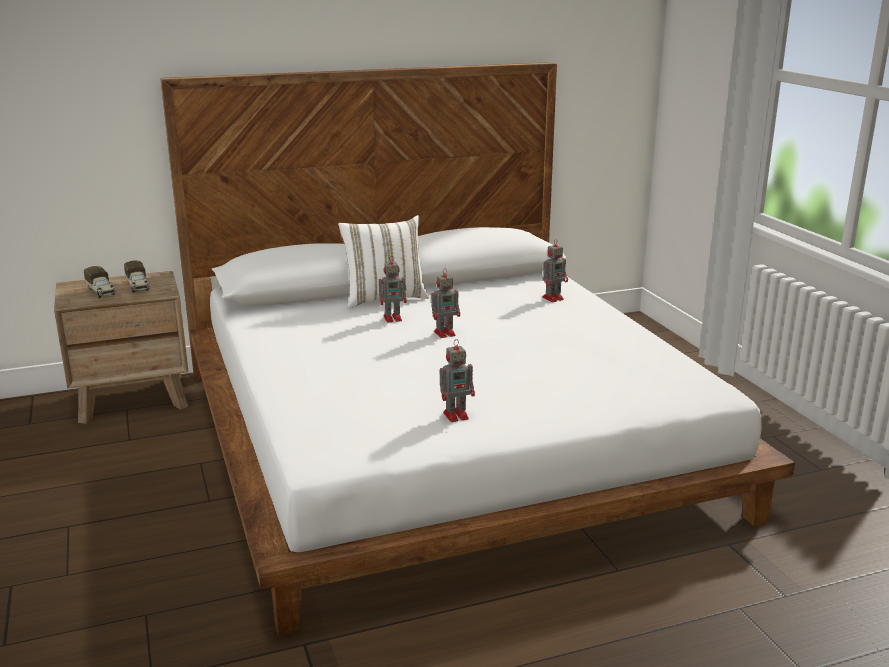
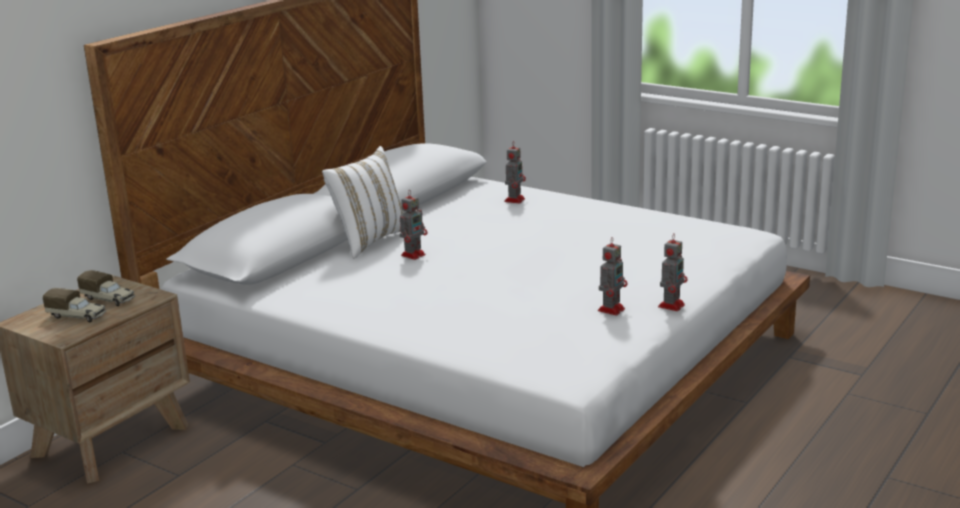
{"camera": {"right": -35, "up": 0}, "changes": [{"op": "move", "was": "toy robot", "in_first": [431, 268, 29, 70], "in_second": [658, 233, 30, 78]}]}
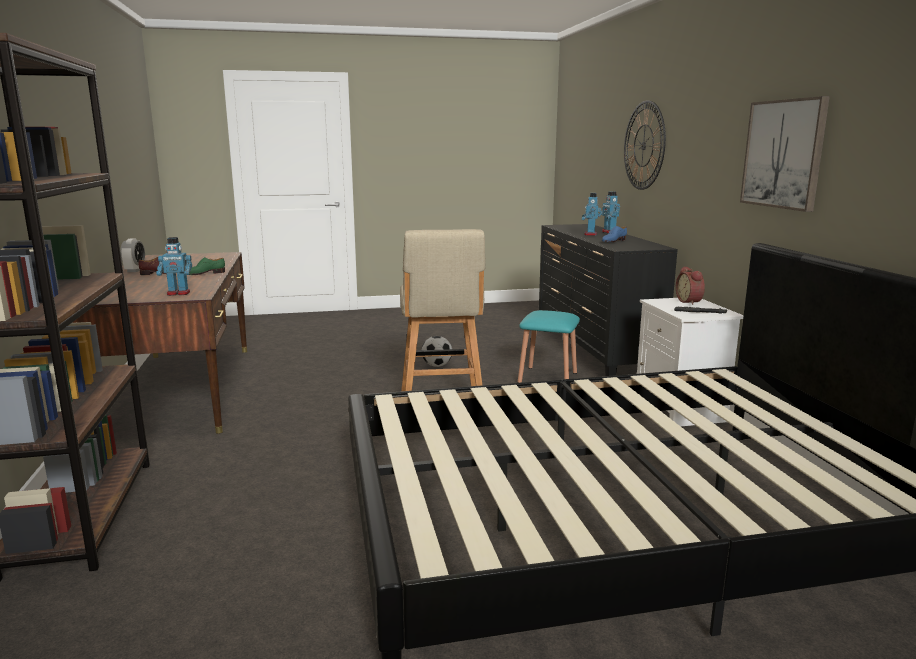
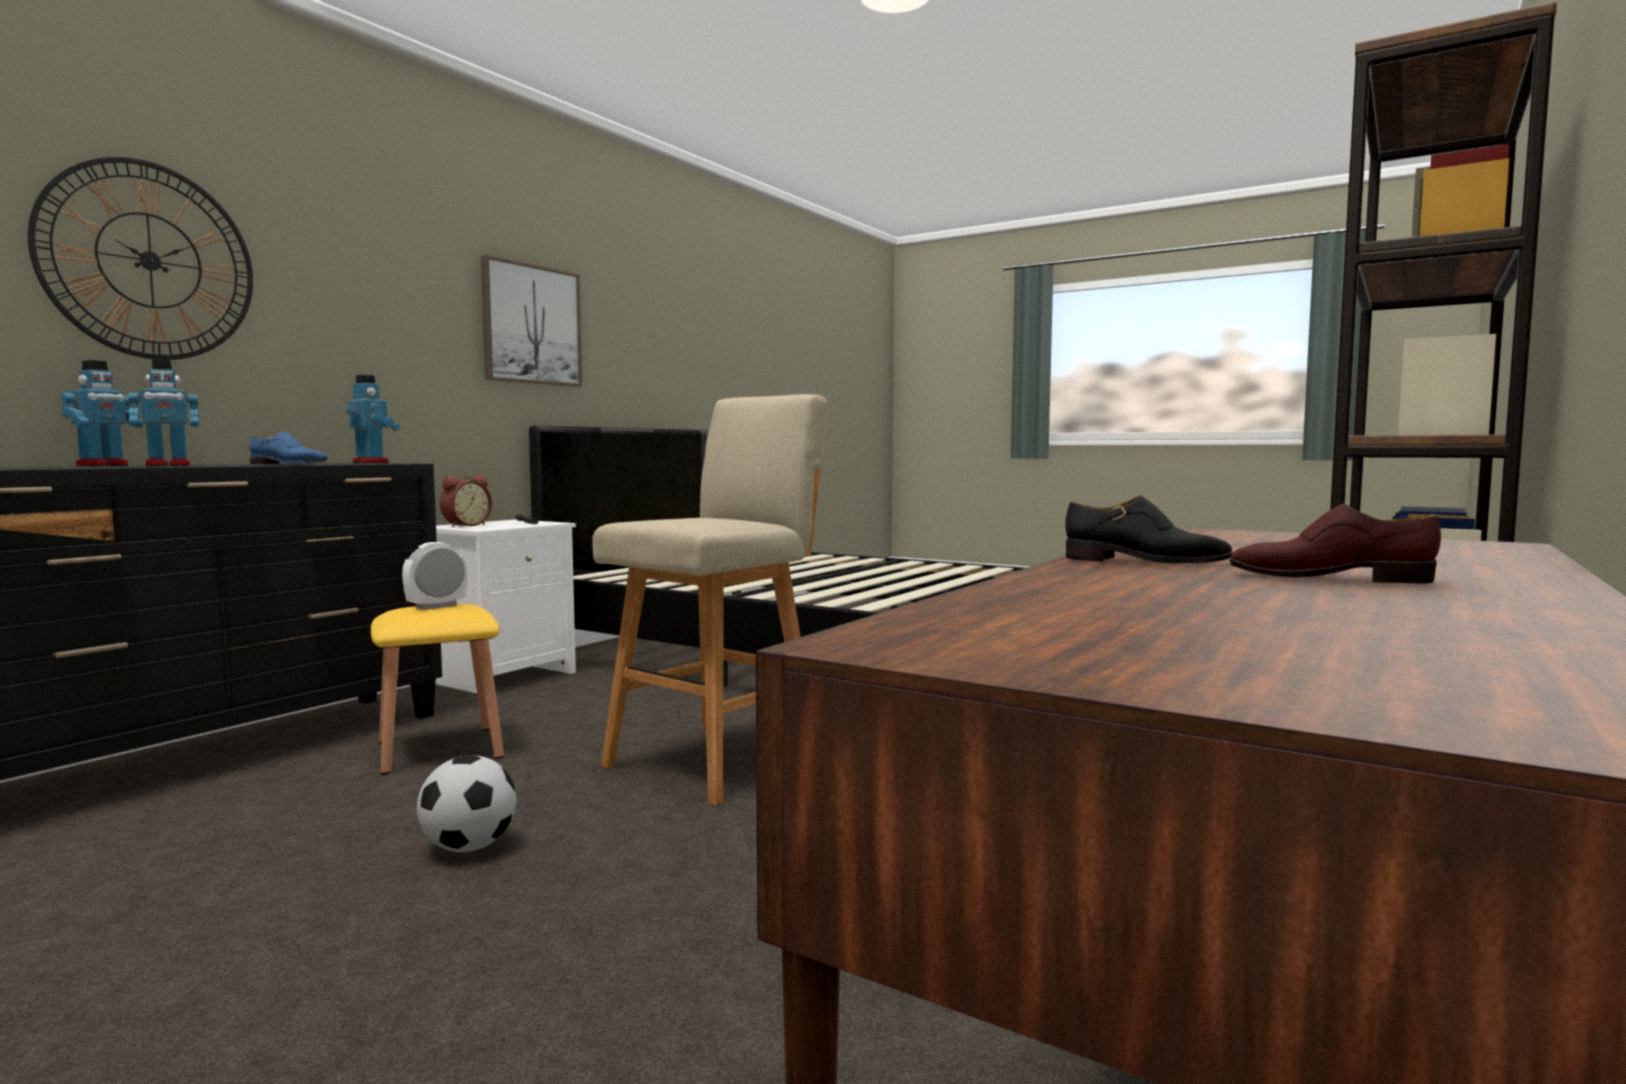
{"camera": {"right": -135, "up": -10}, "changes": [{"op": "move", "was": "alarm clock", "in_first": [120, 238, 25, 34], "in_second": [402, 542, 65, 68]}, {"op": "move", "was": "toy robot", "in_first": [156, 237, 36, 59], "in_second": [346, 375, 54, 88]}, {"op": "recolor", "was": "greenish item of footwear", "now": "black item of footwear", "in_first": [189, 257, 36, 18], "in_second": [1065, 496, 168, 67]}, {"op": "recolor", "was": "blue-green stool seat", "now": "yellowish stool seat", "in_first": [518, 310, 62, 73], "in_second": [371, 604, 133, 171]}]}
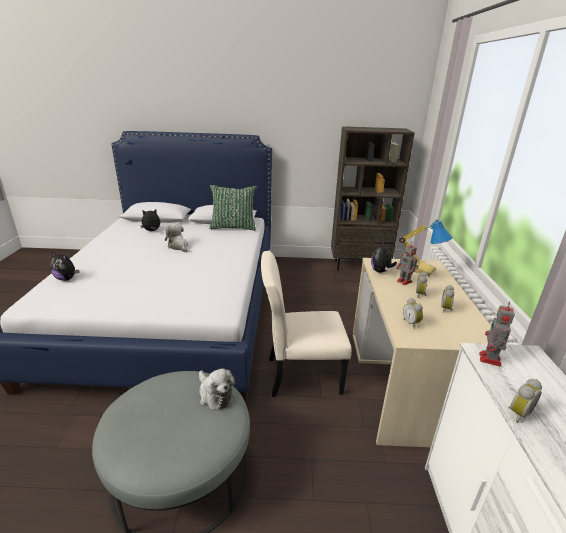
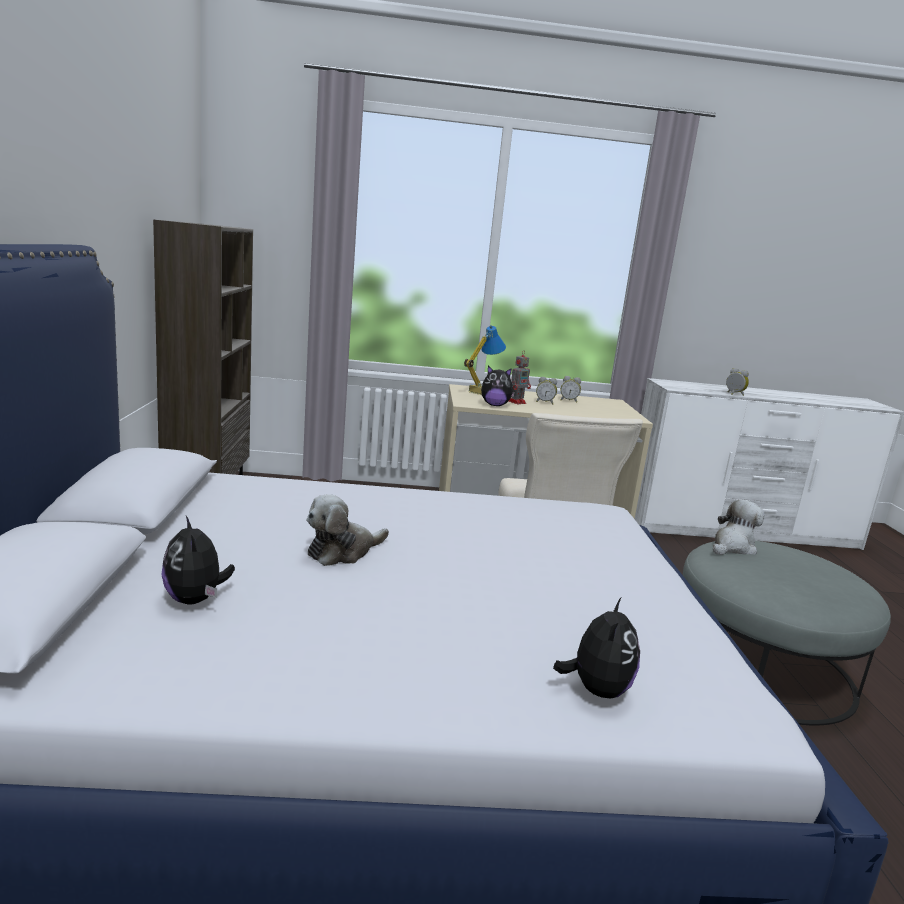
{"camera": {"right": -95, "up": -10}, "changes": [{"op": "delete", "was": "greenish pillow", "in_first": [209, 185, 48, 46]}, {"op": "delete", "was": "alarm clock", "in_first": [403, 298, 20, 31]}, {"op": "delete", "was": "toy robot", "in_first": [479, 302, 36, 65]}]}
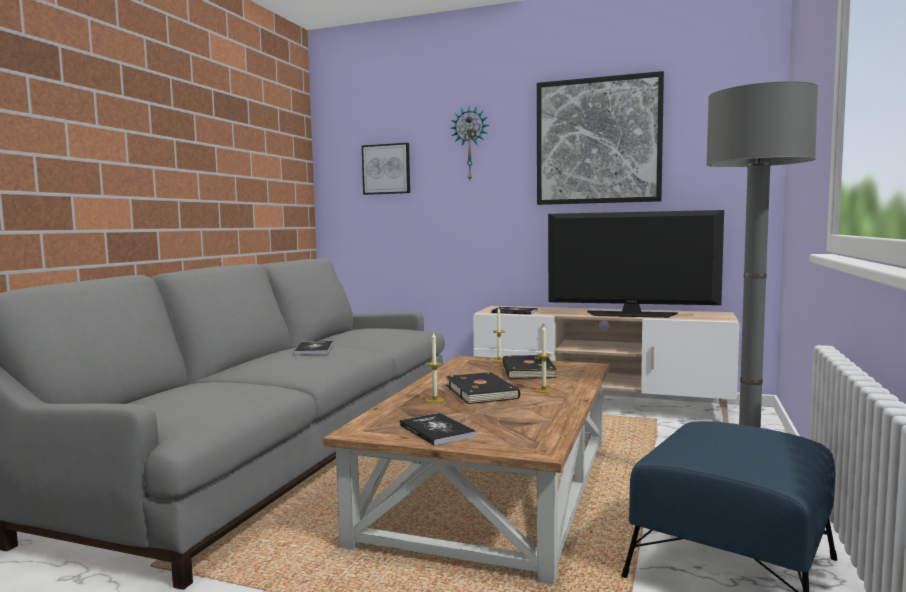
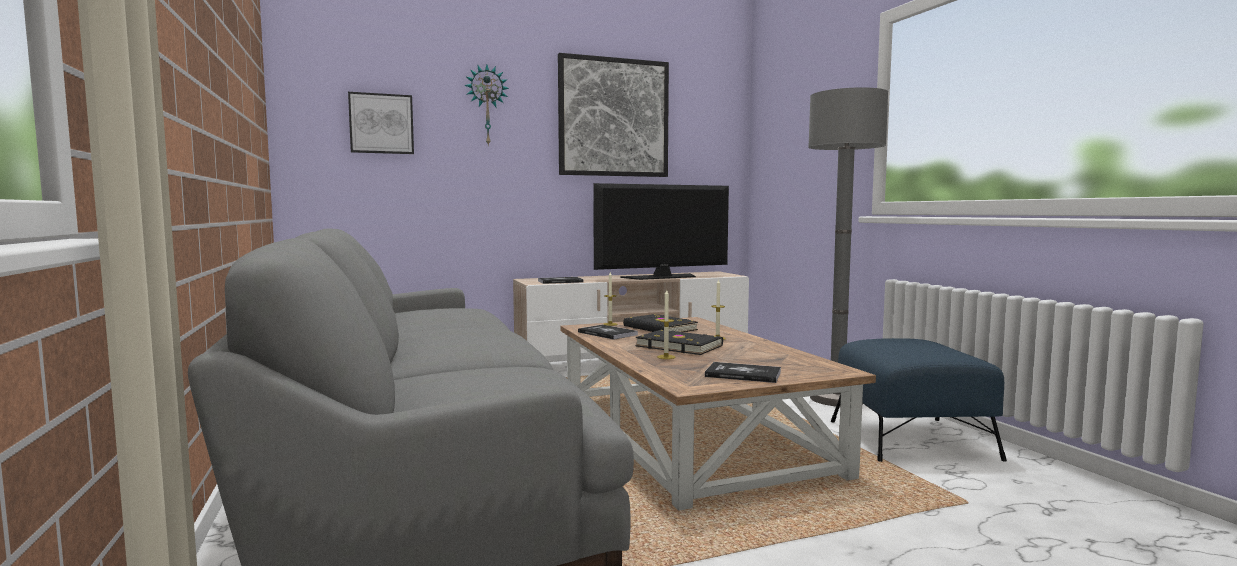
{"camera": {"right": -40, "up": 0}, "changes": [{"op": "move", "was": "book", "in_first": [294, 341, 39, 14], "in_second": [578, 325, 60, 15]}]}
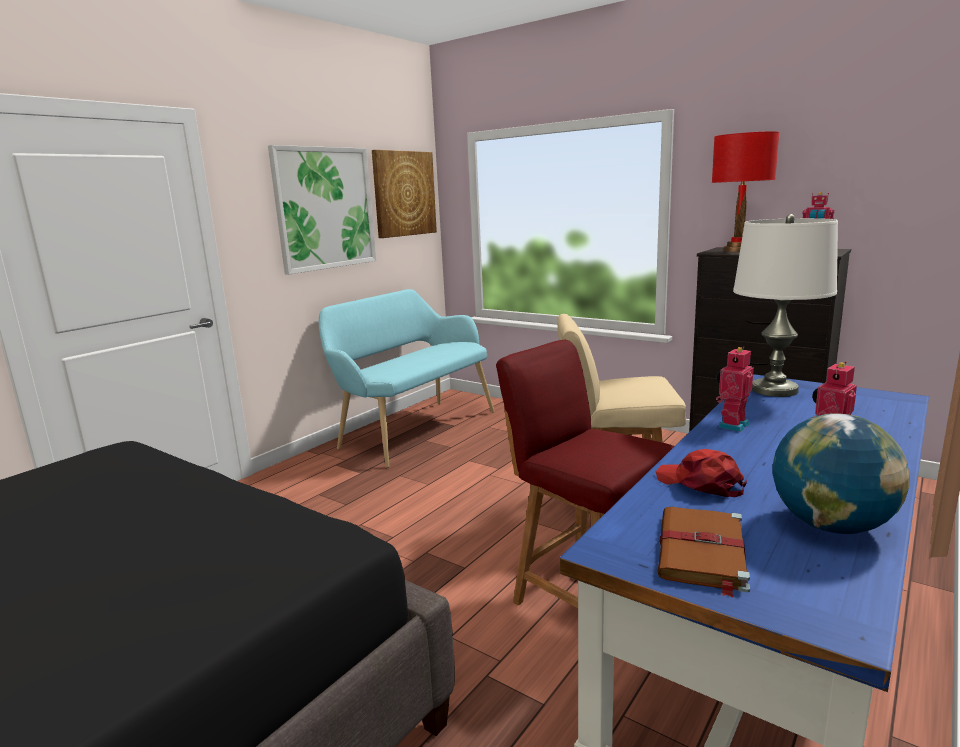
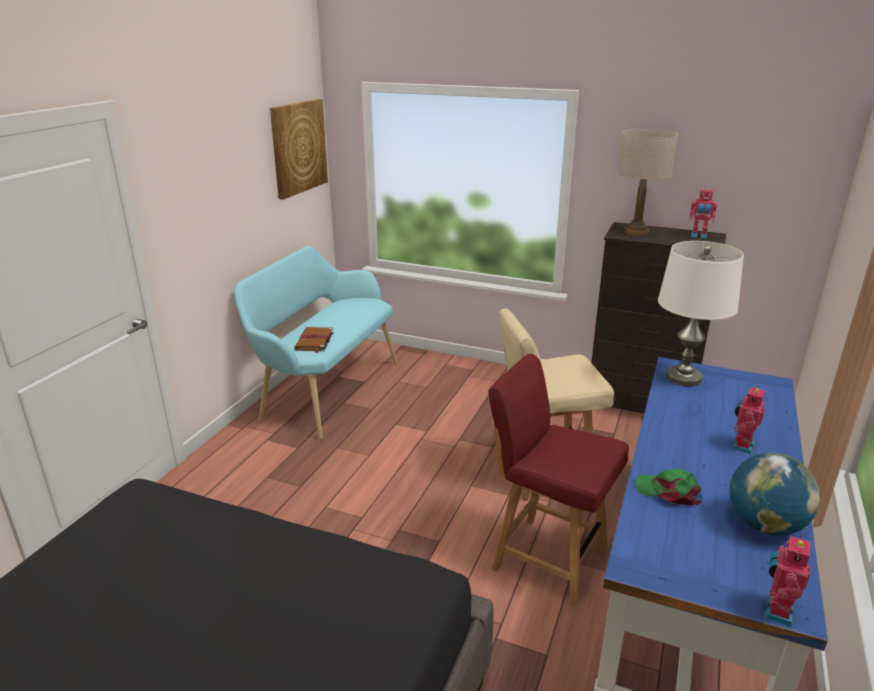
{"camera": {"right": -15, "up": 10}, "changes": [{"op": "delete", "was": "wall art", "in_first": [268, 145, 108, 130]}, {"op": "recolor", "was": "reddish peaked cap", "now": "greenish peaked cap", "in_first": [656, 449, 91, 48], "in_second": [635, 468, 67, 37]}, {"op": "move", "was": "brownish book", "in_first": [657, 507, 93, 91], "in_second": [294, 327, 40, 26]}, {"op": "recolor", "was": "reddish tabletop lamp", "now": "beige-coloured tabletop lamp", "in_first": [712, 131, 67, 121], "in_second": [618, 129, 60, 107]}, {"op": "move", "was": "toy robot", "in_first": [716, 346, 38, 86], "in_second": [765, 535, 45, 92]}]}
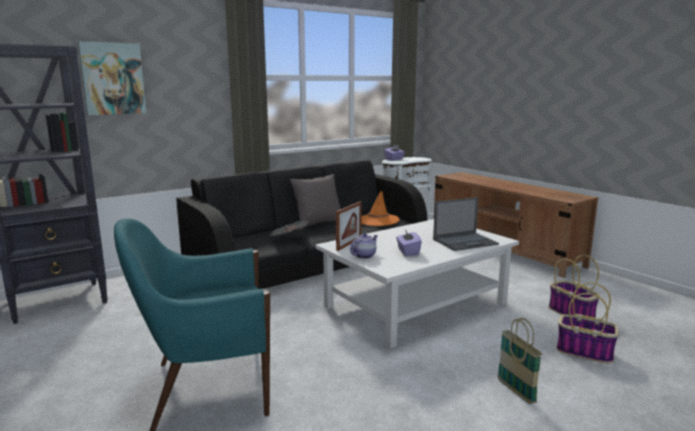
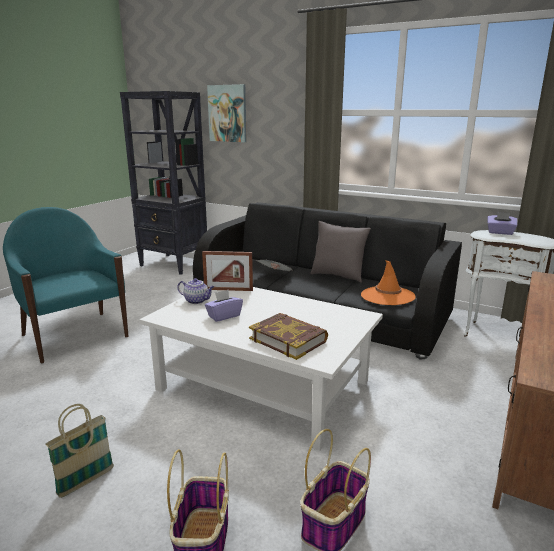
{"camera": {"right": 65, "up": 5}, "changes": [{"op": "replace", "was": "portable computer", "now": "book", "in_first": [433, 197, 66, 54], "in_second": [249, 313, 79, 47]}]}
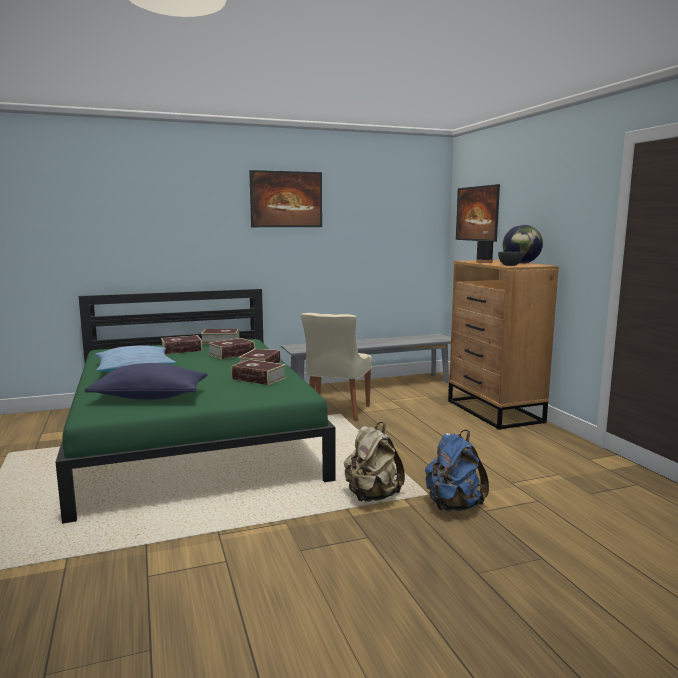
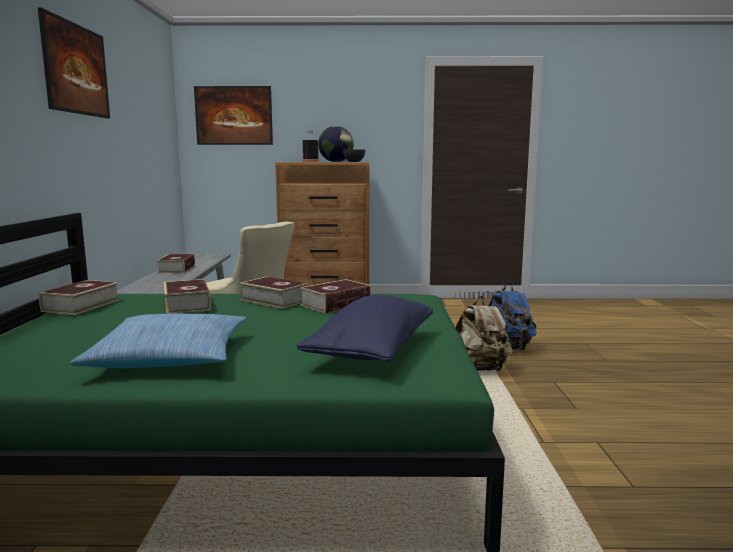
{"camera": {"right": -70, "up": 0}, "changes": [{"op": "move", "was": "book", "in_first": [161, 335, 41, 19], "in_second": [156, 254, 39, 19]}]}
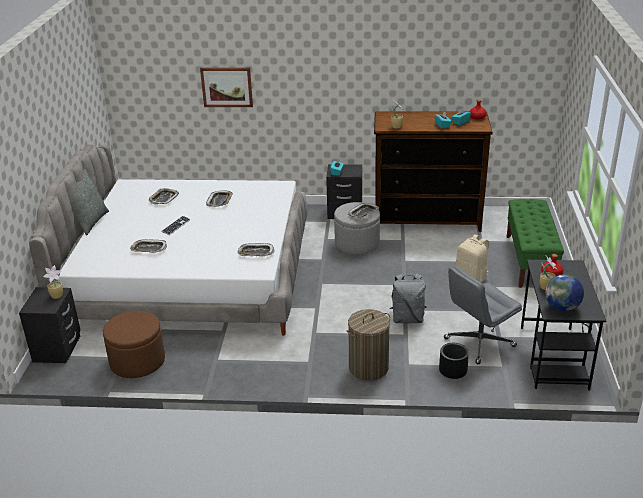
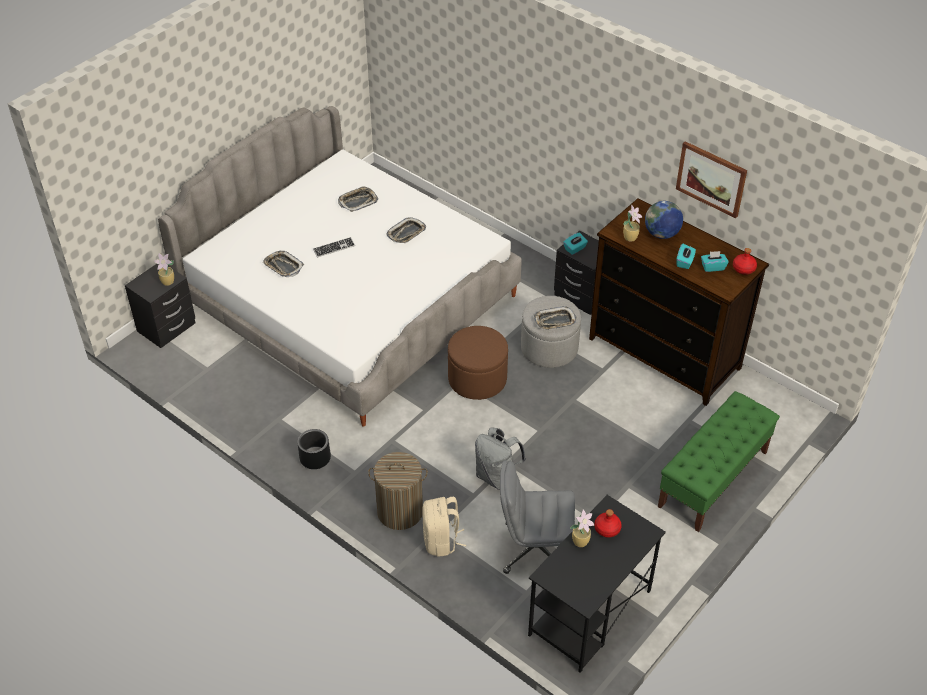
{"camera": {"right": 35, "up": 15}, "changes": [{"op": "delete", "was": "greyish pillow", "in_first": [70, 169, 39, 66]}, {"op": "move", "was": "brownish footrest", "in_first": [103, 311, 62, 67], "in_second": [448, 326, 60, 74]}, {"op": "move", "was": "wall art", "in_first": [200, 67, 53, 40], "in_second": [676, 141, 71, 77]}, {"op": "delete", "was": "carrying tray", "in_first": [237, 243, 37, 13]}, {"op": "move", "was": "black planter", "in_first": [439, 343, 30, 36], "in_second": [297, 429, 34, 40]}, {"op": "move", "was": "beige-coloured backpack", "in_first": [456, 234, 33, 48], "in_second": [422, 497, 44, 60]}, {"op": "move", "was": "desk globe", "in_first": [545, 274, 39, 38], "in_second": [645, 201, 38, 38]}]}
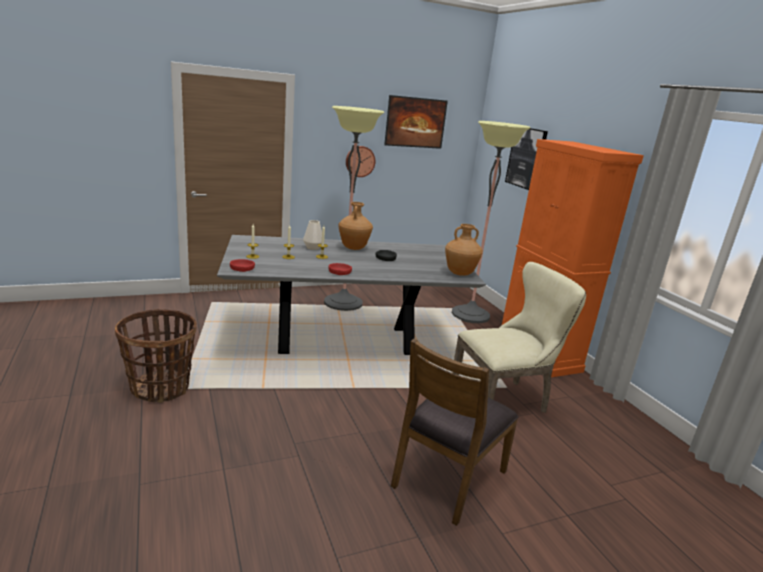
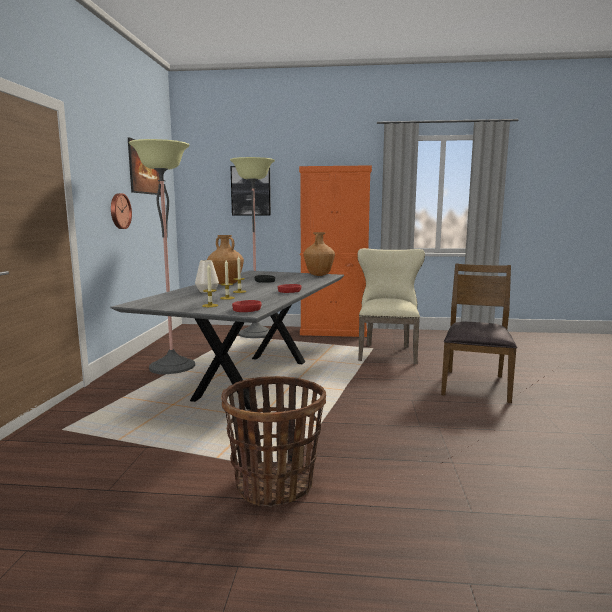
{"camera": {"right": -60, "up": -10}, "changes": [{"op": "rotate", "was": "brownish plain chair", "in_first": [391, 339, 128, 187], "in_second": [441, 263, 76, 140], "clockwise": -135}]}
